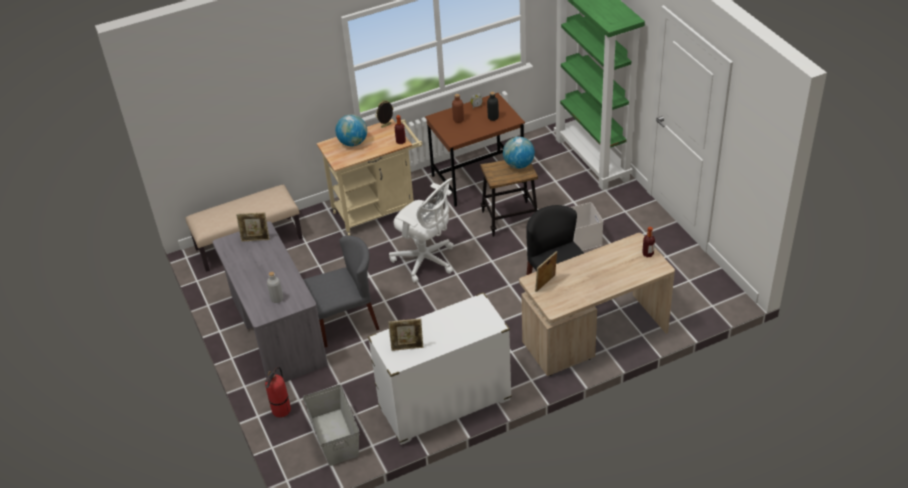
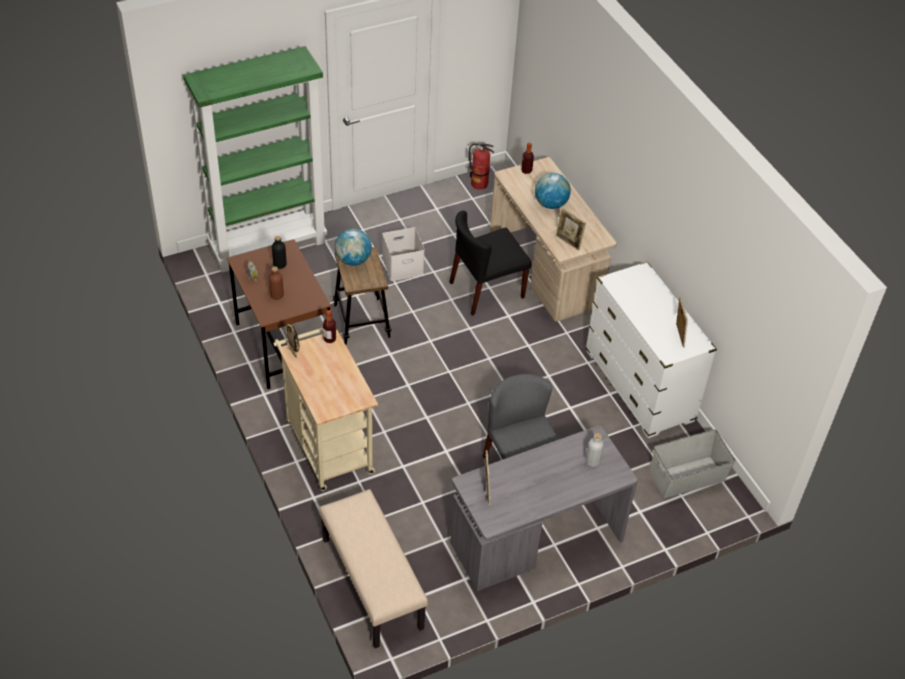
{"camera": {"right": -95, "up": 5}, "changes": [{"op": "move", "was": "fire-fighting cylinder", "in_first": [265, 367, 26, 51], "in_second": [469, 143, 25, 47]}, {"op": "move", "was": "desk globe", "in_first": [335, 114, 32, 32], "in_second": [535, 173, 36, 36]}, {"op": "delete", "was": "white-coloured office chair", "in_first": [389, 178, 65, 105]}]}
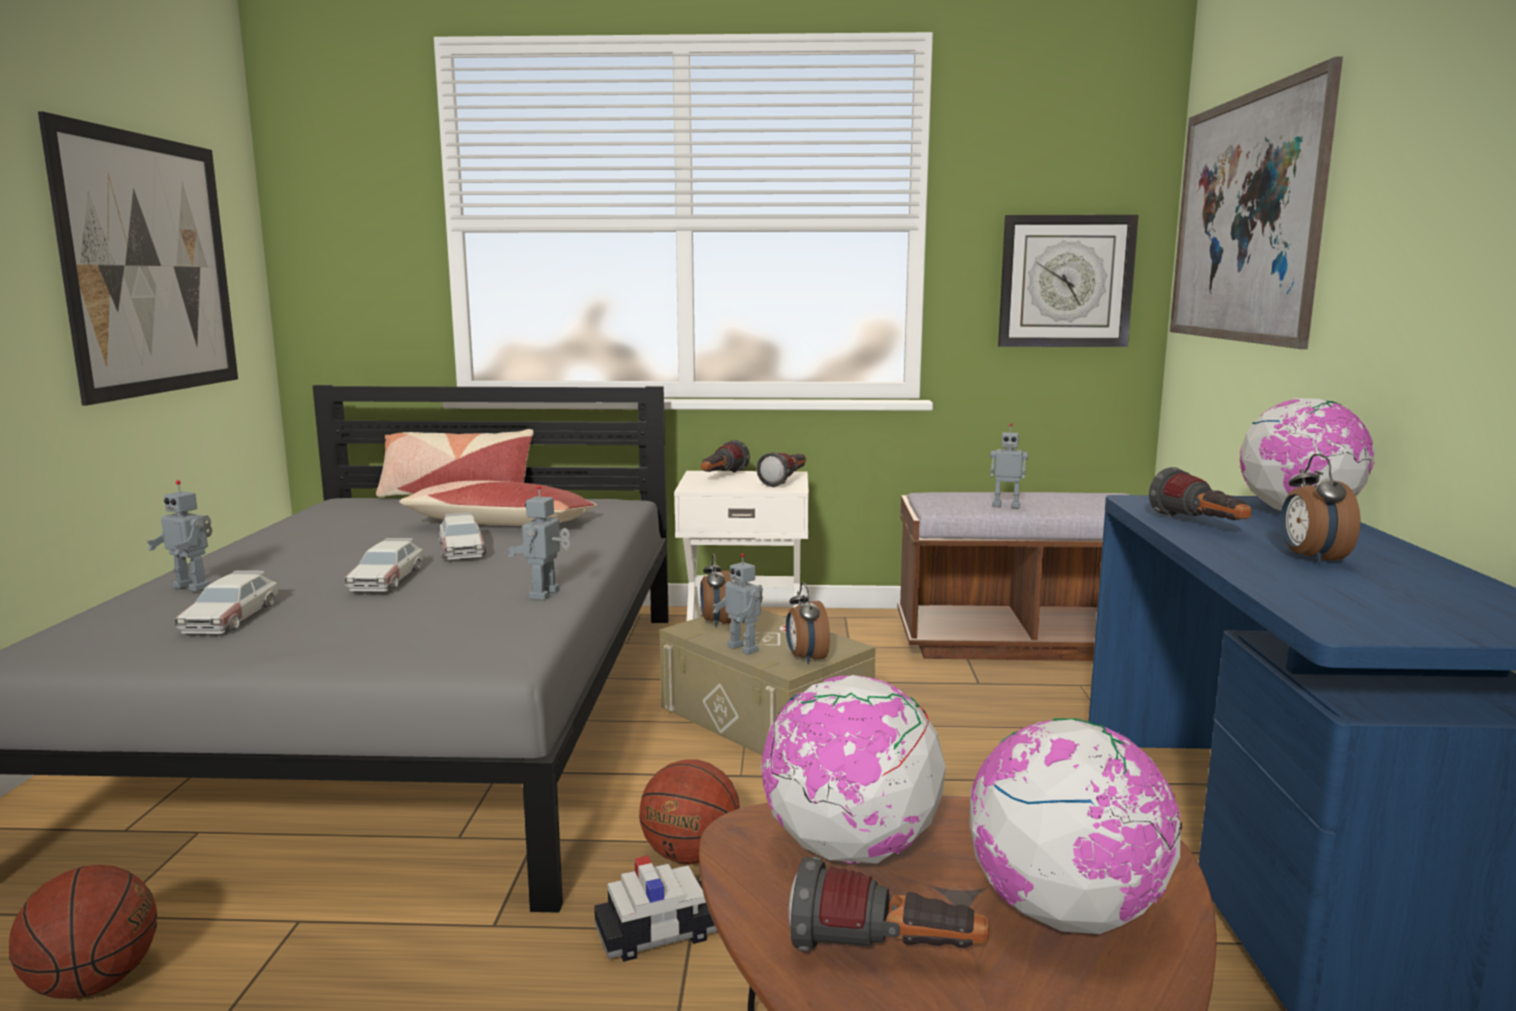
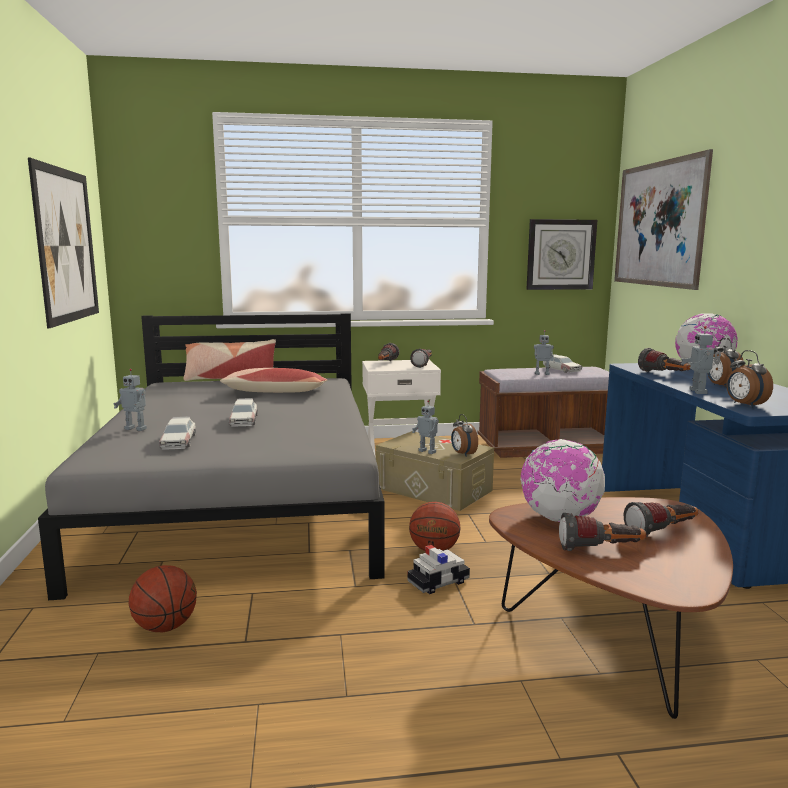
{"camera": {"right": -10, "up": 0}, "changes": [{"op": "move", "was": "toy car", "in_first": [439, 512, 47, 47], "in_second": [543, 354, 39, 19]}, {"op": "move", "was": "toy robot", "in_first": [508, 485, 62, 115], "in_second": [681, 326, 40, 68]}, {"op": "move", "was": "alarm clock", "in_first": [700, 554, 32, 74], "in_second": [726, 350, 47, 58]}, {"op": "replace", "was": "desk globe", "now": "torch", "in_first": [969, 718, 213, 216], "in_second": [624, 502, 75, 35]}]}
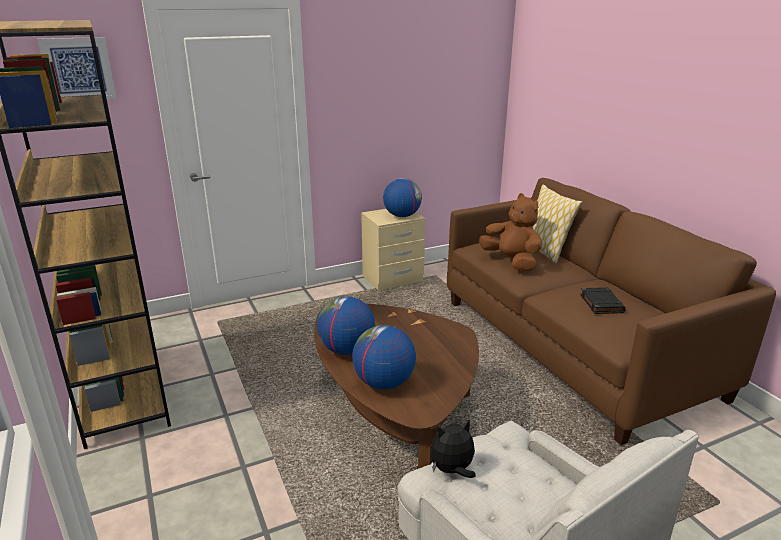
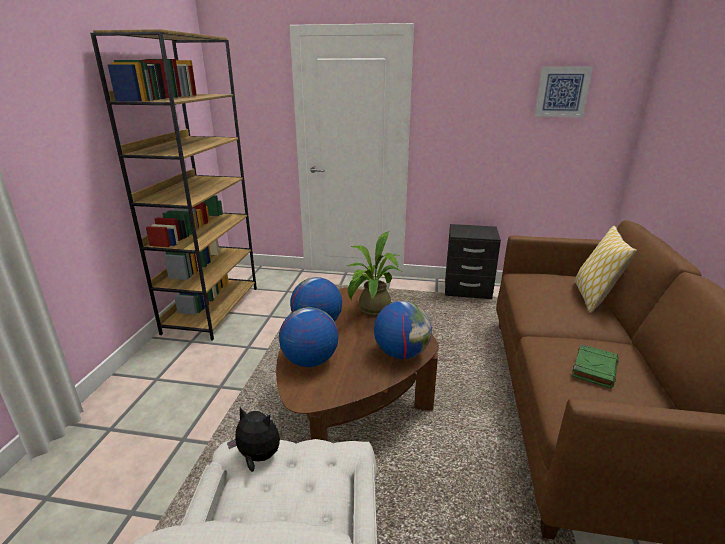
{"camera": {"right": 35, "up": 0}, "changes": [{"op": "move", "was": "wall art", "in_first": [37, 37, 80, 62], "in_second": [534, 67, 59, 50]}, {"op": "recolor", "was": "beige-coloured night table", "now": "black night table", "in_first": [361, 209, 64, 82], "in_second": [445, 224, 56, 75]}, {"op": "move", "was": "desk globe", "in_first": [383, 178, 39, 39], "in_second": [374, 301, 58, 58]}, {"op": "delete", "was": "brownish cuddly toy", "in_first": [479, 193, 63, 78]}, {"op": "recolor", "was": "black book", "now": "greenish book", "in_first": [580, 287, 46, 27], "in_second": [572, 344, 46, 45]}, {"op": "insert", "now": "plant in a pot", "in_second": [347, 231, 55, 85]}]}
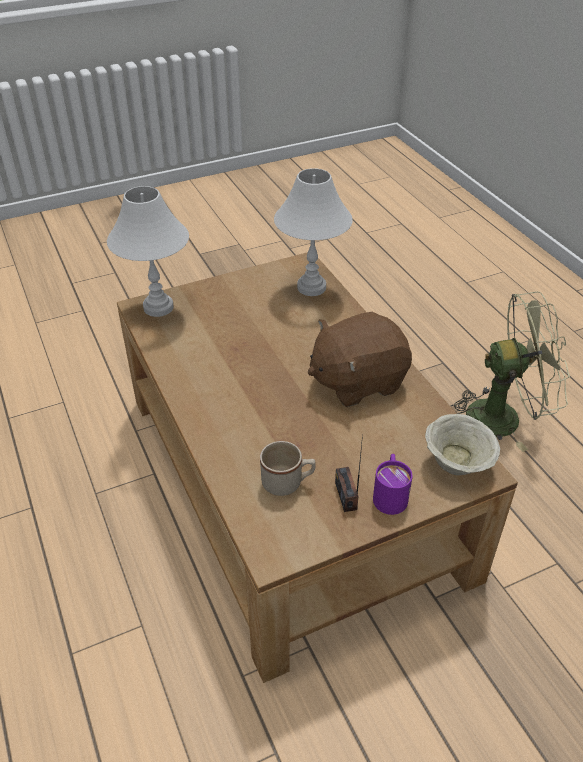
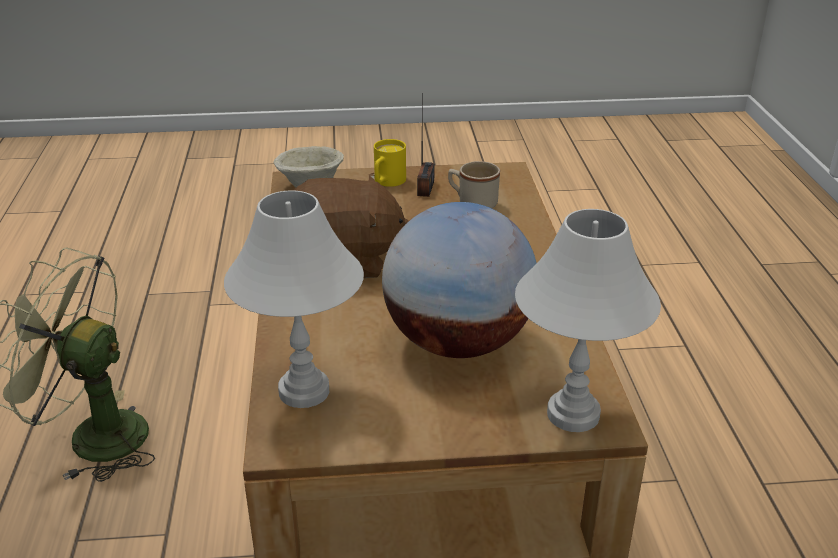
{"camera": {"right": -160, "up": -10}, "changes": [{"op": "recolor", "was": "purplish coffee mug", "now": "yellowish coffee mug", "in_first": [373, 454, 39, 61], "in_second": [374, 139, 32, 48]}, {"op": "insert", "now": "desk globe", "in_second": [382, 202, 155, 156]}]}
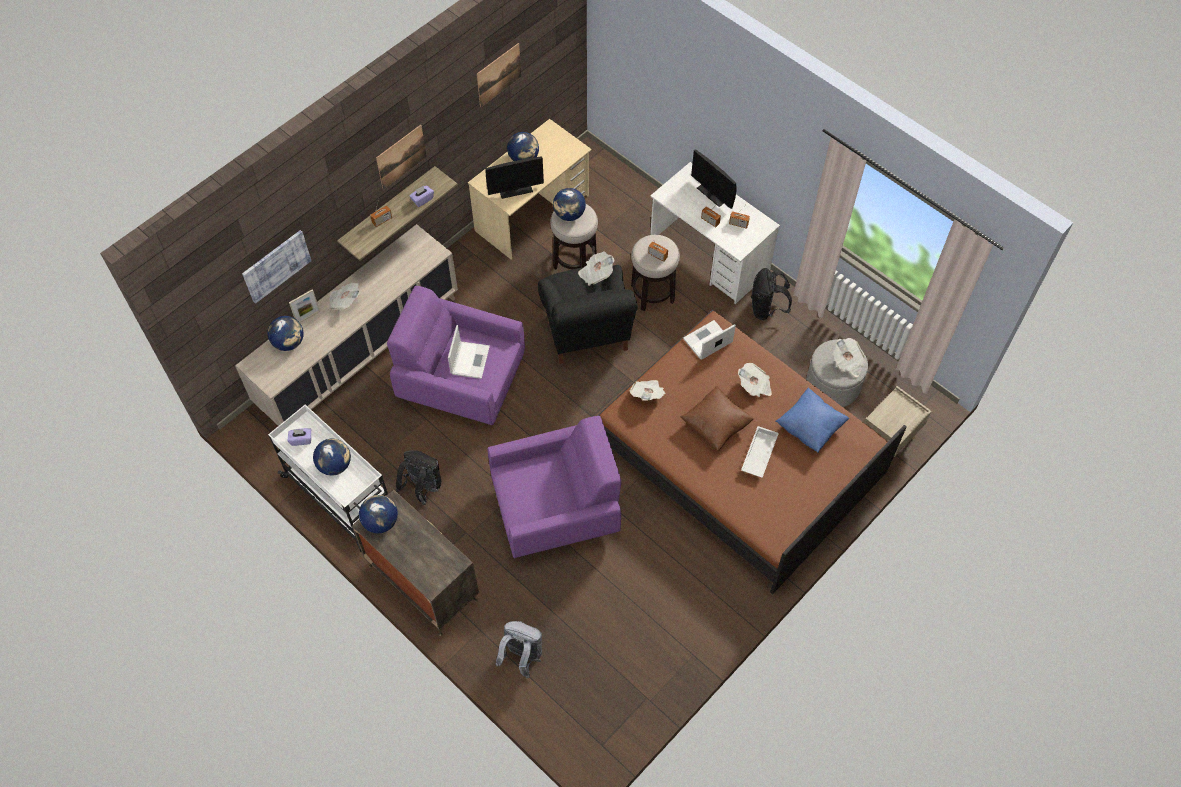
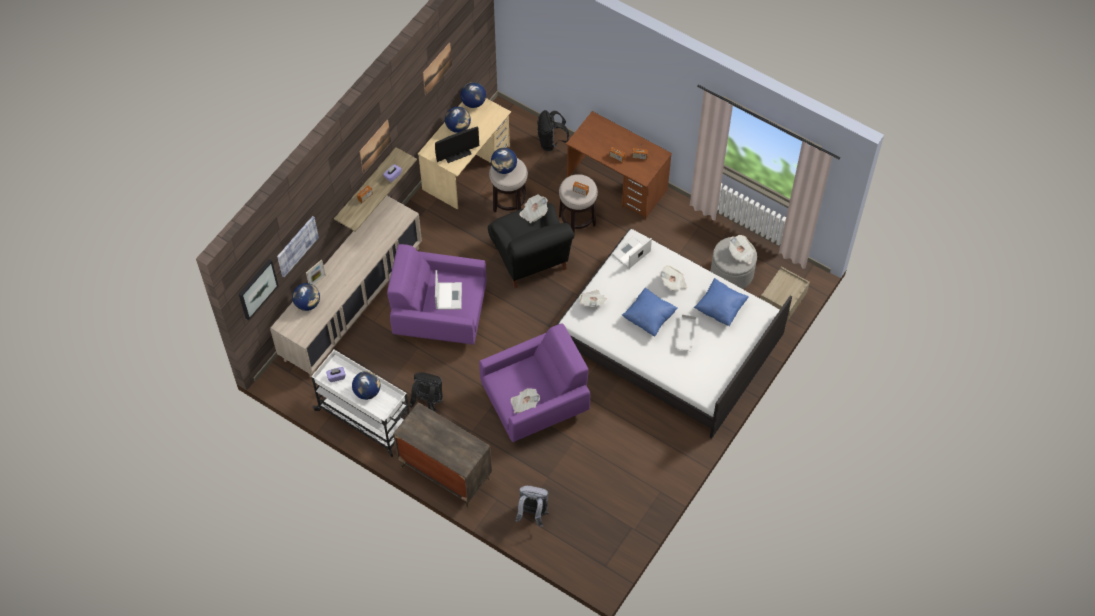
{"camera": {"right": -10, "up": 0}, "changes": [{"op": "move", "was": "newspaper", "in_first": [329, 282, 31, 28], "in_second": [511, 388, 29, 25]}, {"op": "move", "was": "desk globe", "in_first": [359, 495, 39, 39], "in_second": [460, 82, 26, 26]}, {"op": "recolor", "was": "brownish bedroom bed", "now": "white-coloured bedroom bed", "in_first": [597, 310, 310, 284], "in_second": [556, 228, 236, 211]}, {"op": "recolor", "was": "white-coloured desk unit", "now": "brownish desk unit", "in_first": [650, 162, 130, 142], "in_second": [566, 111, 106, 108]}, {"op": "recolor", "was": "brownish pillow", "now": "blue pillow", "in_first": [680, 386, 74, 65], "in_second": [622, 287, 56, 50]}, {"op": "delete", "was": "computer screen", "in_first": [691, 149, 46, 60]}, {"op": "move", "was": "black backpack", "in_first": [751, 268, 41, 53], "in_second": [537, 110, 32, 41]}, {"op": "insert", "now": "wall art", "in_second": [239, 259, 40, 61]}]}
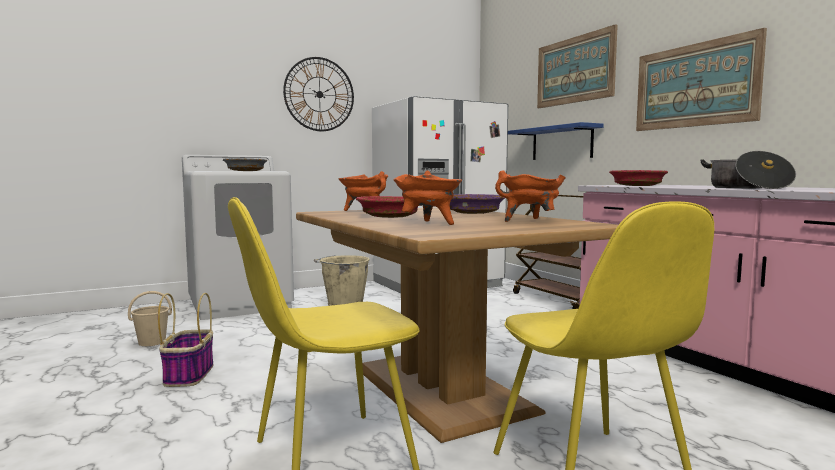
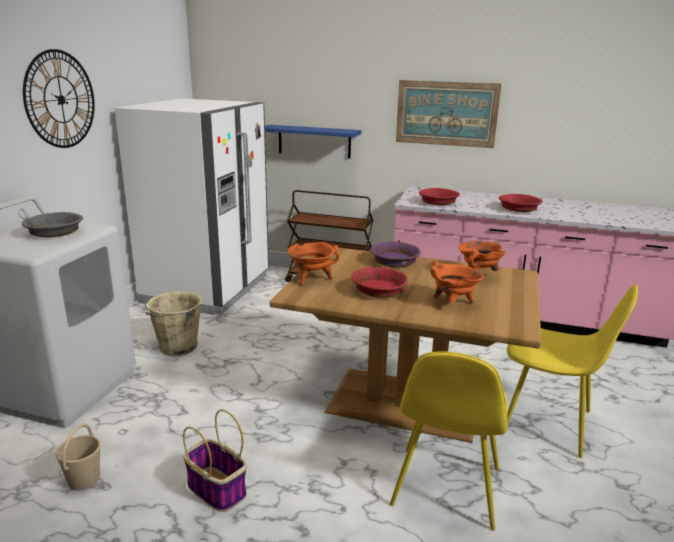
{"camera": {"right": -45, "up": 15}, "changes": [{"op": "delete", "was": "wall art", "in_first": [537, 24, 81, 84]}, {"op": "replace", "was": "stockpot", "now": "reddish deep dish", "in_first": [700, 151, 96, 38], "in_second": [499, 194, 43, 18]}]}
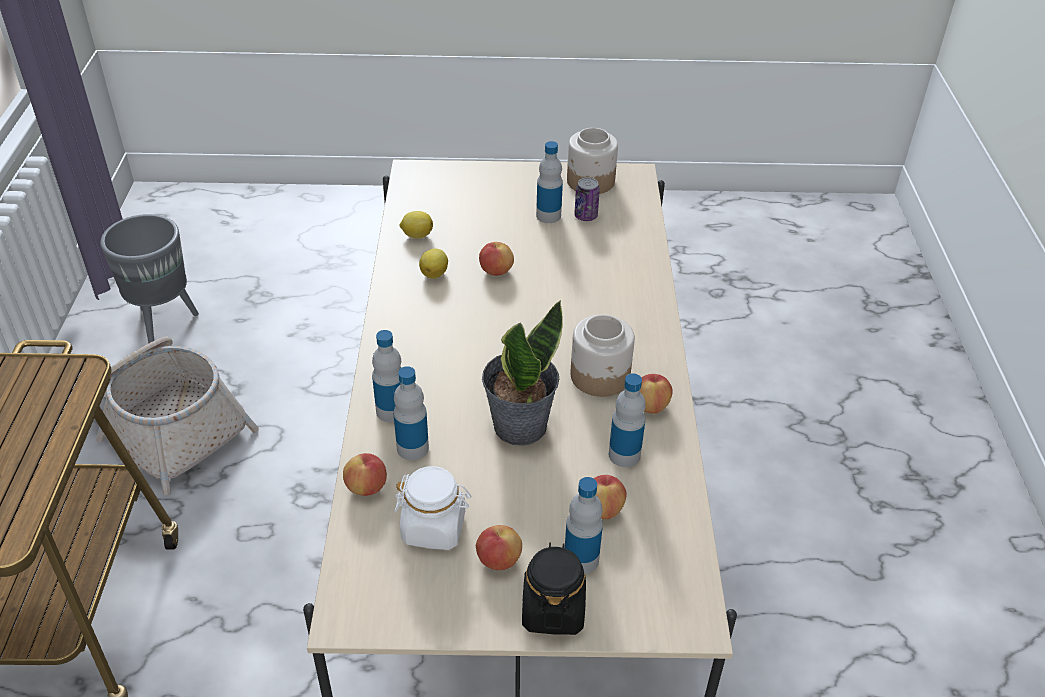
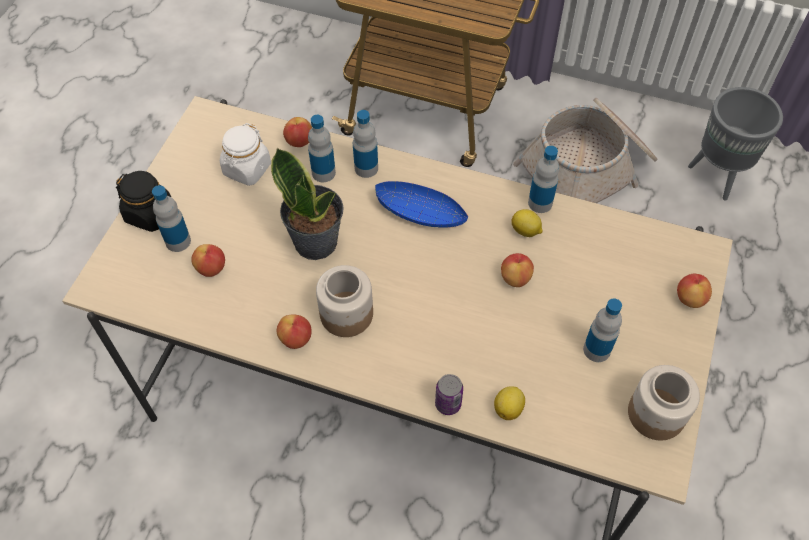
{"camera": {"right": 110, "up": 15}, "changes": [{"op": "move", "was": "lemon", "in_first": [399, 211, 34, 28], "in_second": [494, 386, 31, 34]}, {"op": "move", "was": "whole apple", "in_first": [476, 525, 46, 45], "in_second": [677, 274, 35, 34]}, {"op": "move", "was": "can", "in_first": [574, 177, 26, 44], "in_second": [435, 374, 28, 41]}, {"op": "move", "was": "beverage bottle", "in_first": [609, 373, 37, 94], "in_second": [528, 146, 31, 67]}, {"op": "insert", "now": "blue deep dish", "in_second": [375, 181, 93, 47]}]}
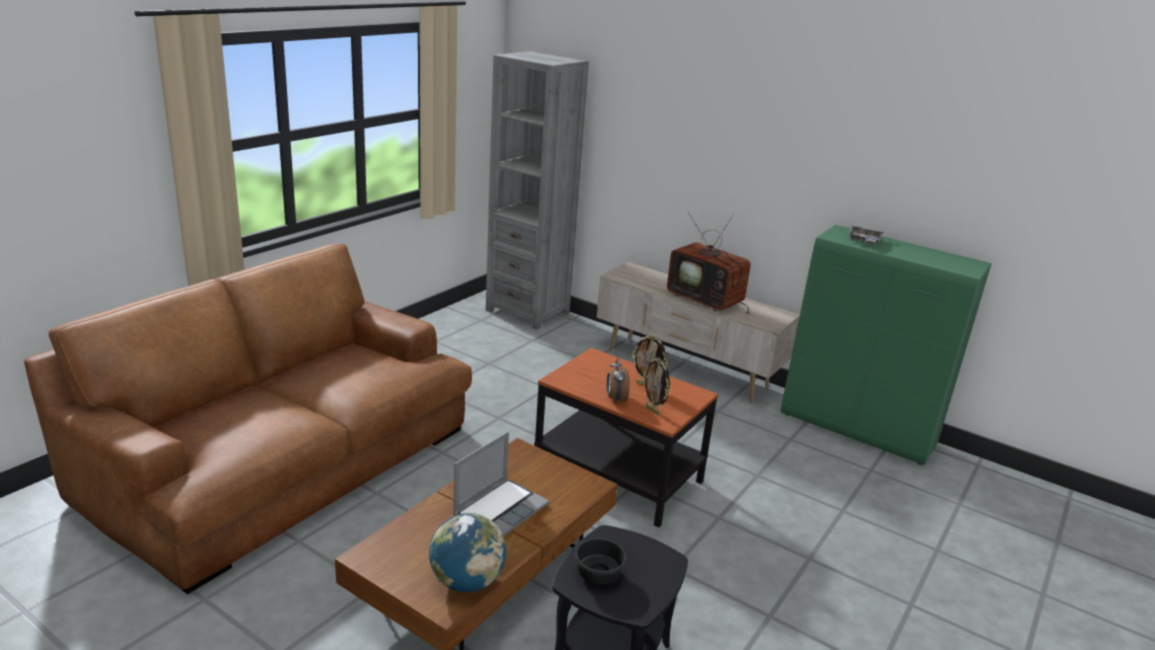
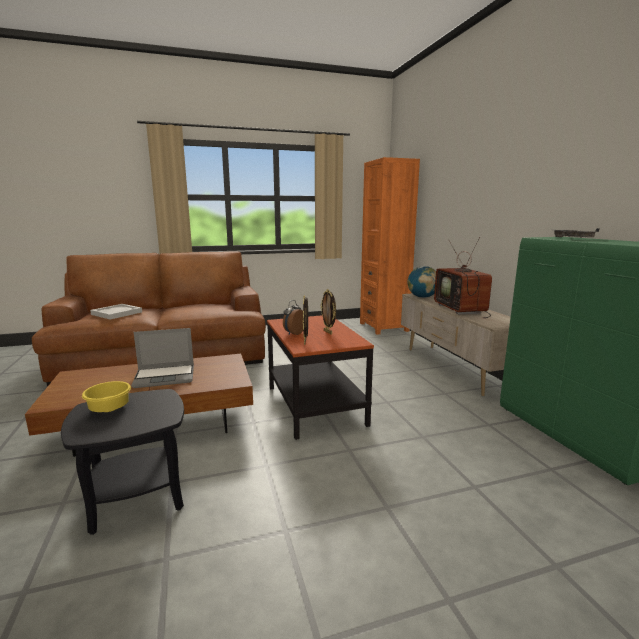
{"camera": {"right": 40, "up": -10}, "changes": [{"op": "move", "was": "desk globe", "in_first": [429, 513, 77, 79], "in_second": [408, 266, 28, 32]}, {"op": "recolor", "was": "greyish bookcase", "now": "orange bookcase", "in_first": [486, 51, 103, 279], "in_second": [360, 157, 60, 178]}, {"op": "recolor", "was": "black deep dish", "now": "yellowish deep dish", "in_first": [574, 538, 53, 46], "in_second": [82, 381, 49, 31]}, {"op": "insert", "now": "white-coloured carrying tray", "in_second": [90, 304, 52, 16]}]}
